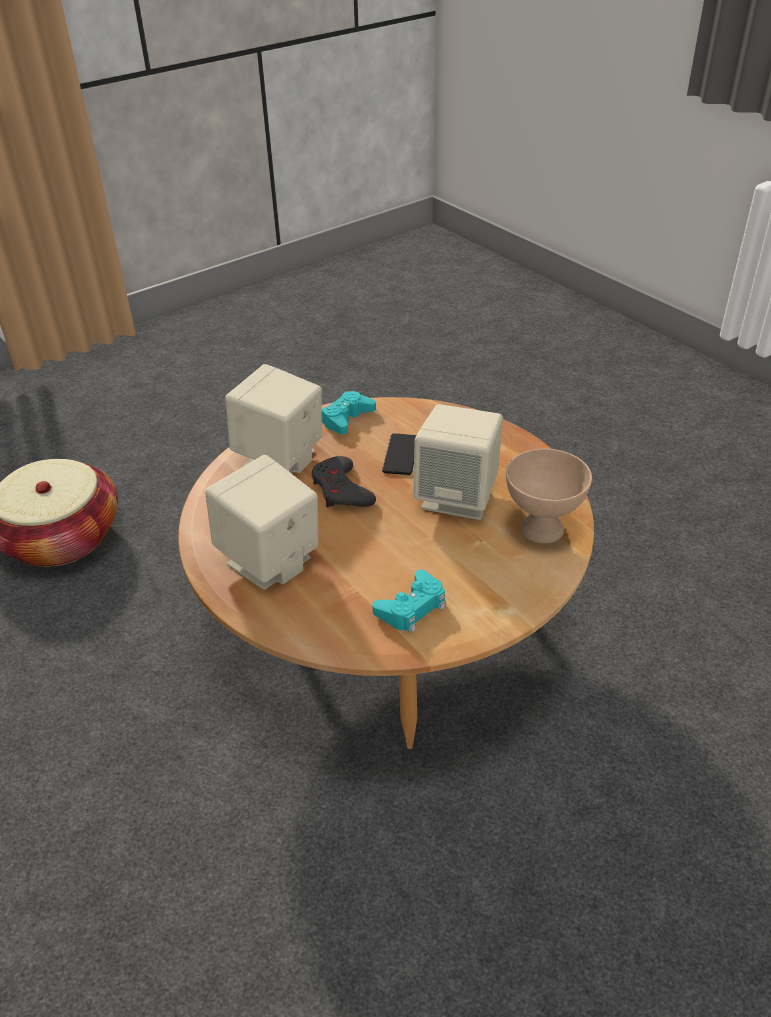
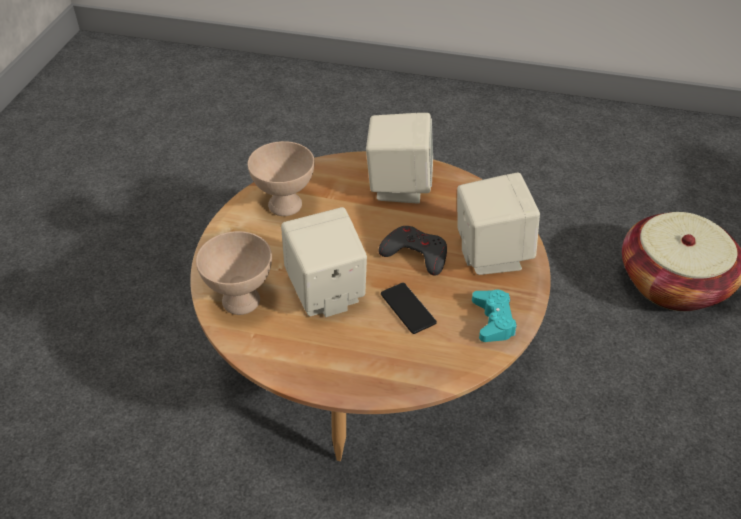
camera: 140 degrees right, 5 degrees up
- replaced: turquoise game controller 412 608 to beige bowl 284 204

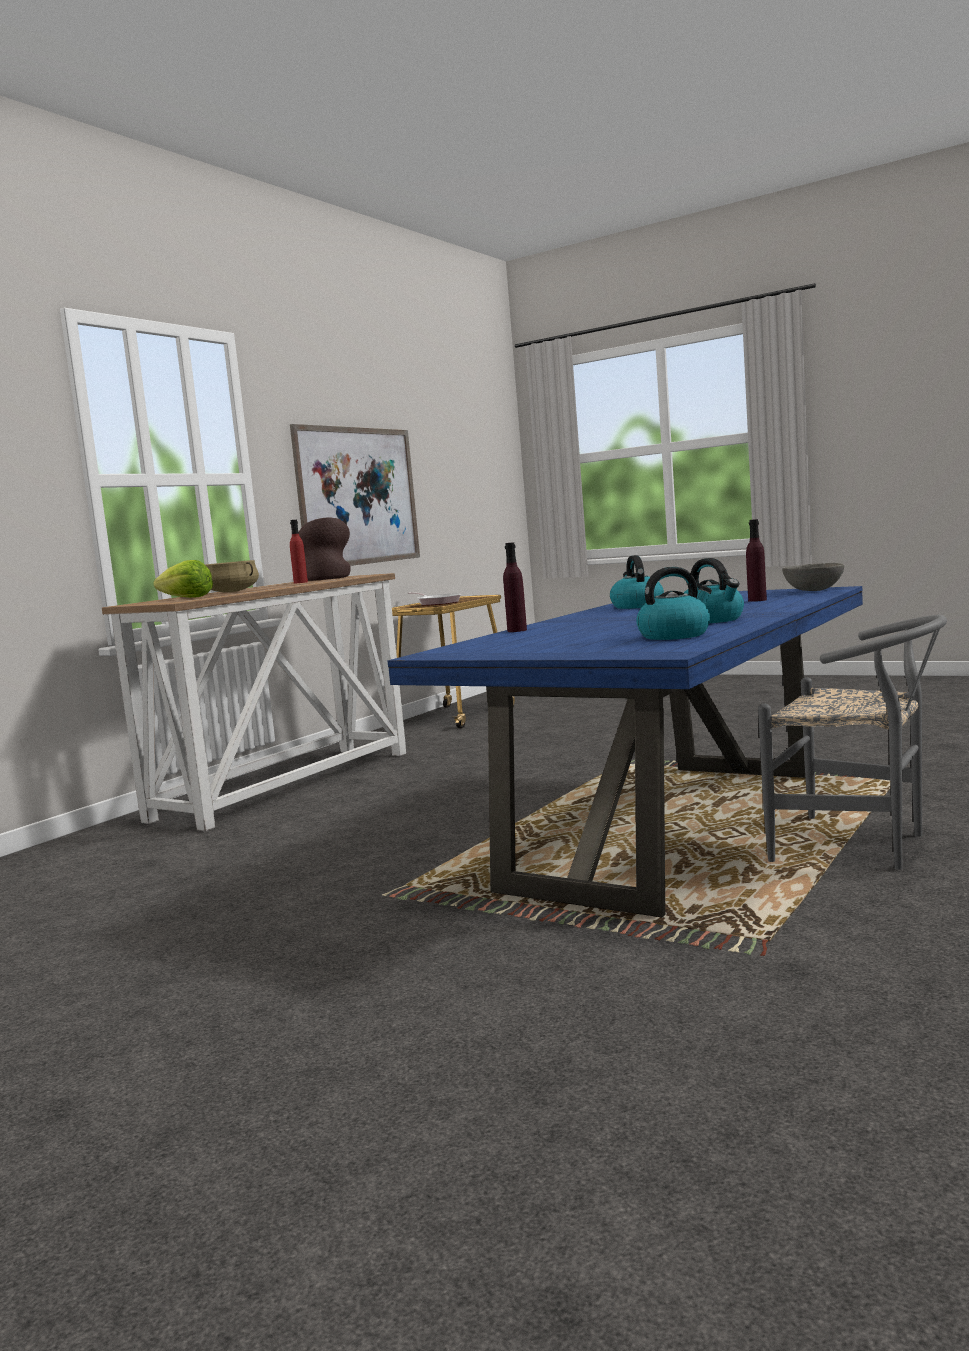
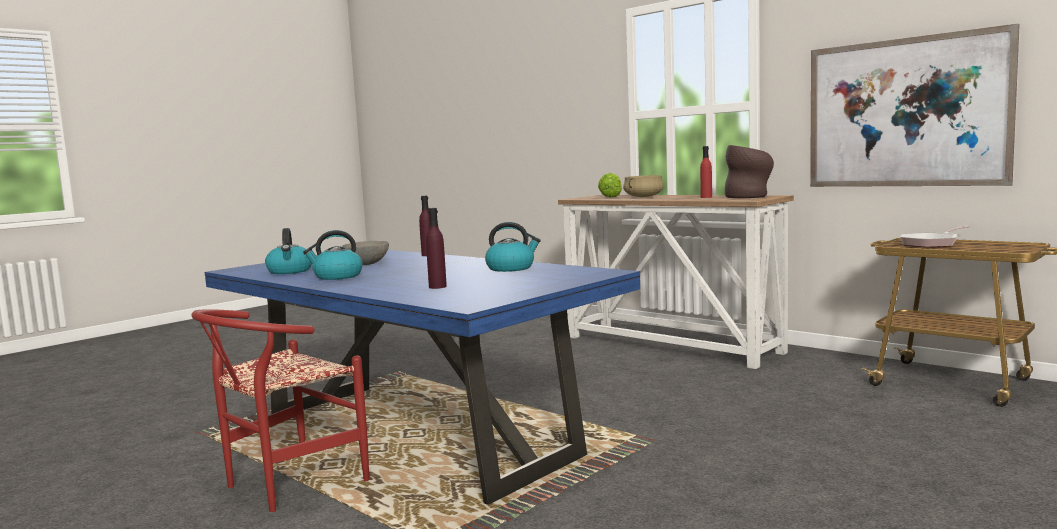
camera: 100 degrees right, 0 degrees up
- recoloured: grey chair 861 846 to red chair 285 485
- moved: grey bowl 813 590 to 367 264

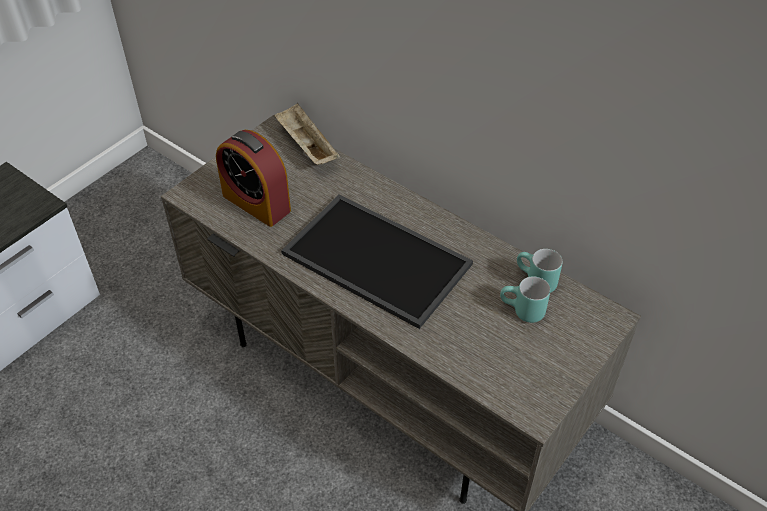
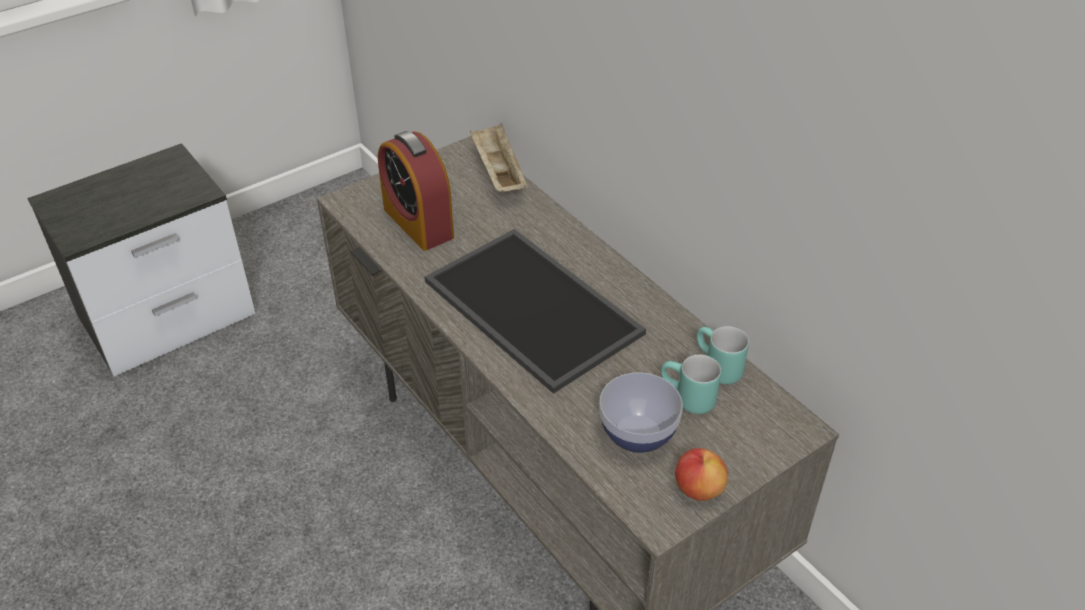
camera: 15 degrees right, 5 degrees down
- added: bowl 637 435
- added: apple 698 489

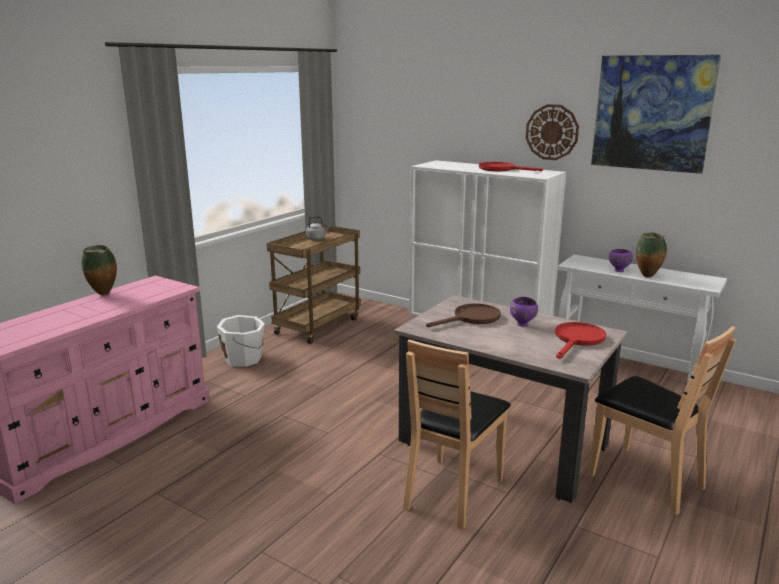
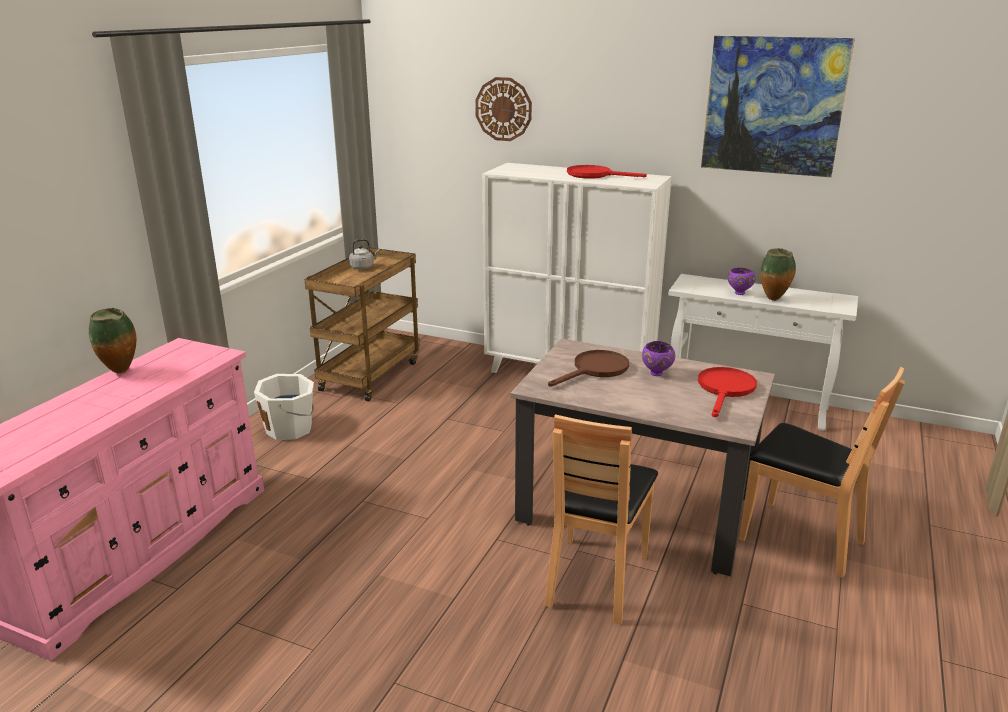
camera: 10 degrees left, 5 degrees up
- moved: wall clock 552 132 to 503 109

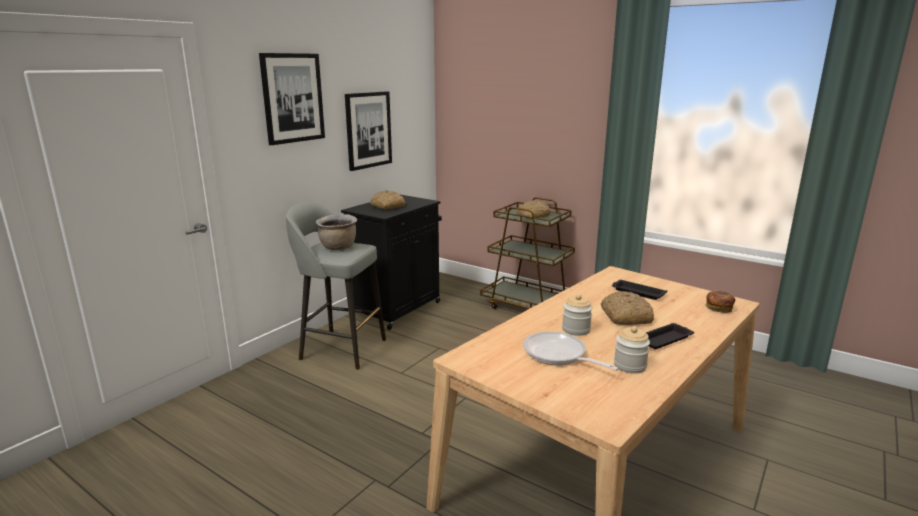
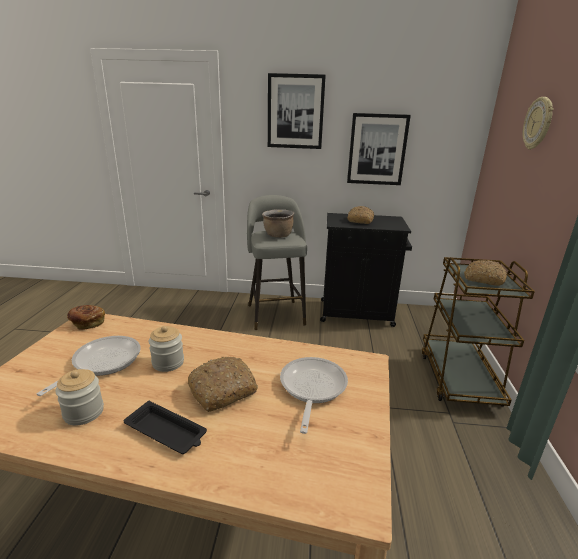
camera: 60 degrees right, 5 degrees up
- moved: bread 718 308 to 87 323
- replaced: black tray 637 292 to frying pan 311 388
- added: wall clock 538 123

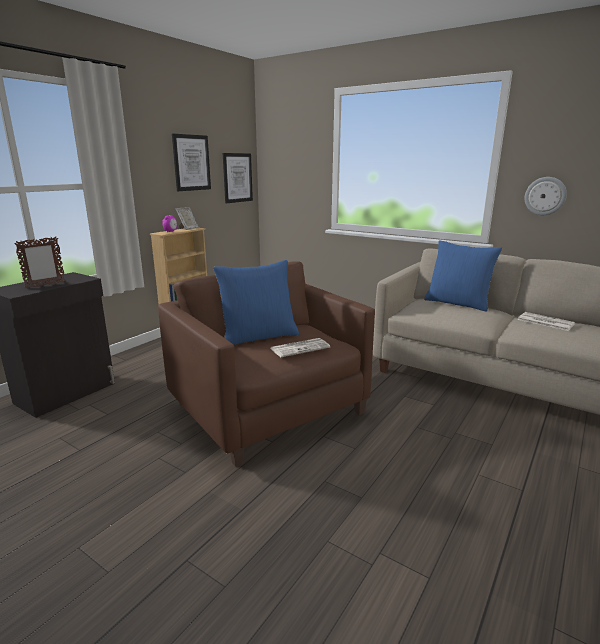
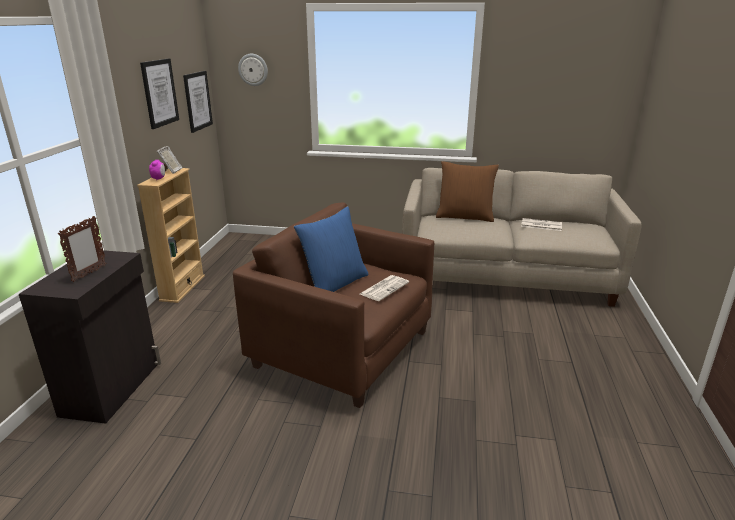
camera: 25 degrees left, 5 degrees up
- moved: wall clock 545 196 to 253 69
- recoloured: blue pillow 458 303 to brown pillow 465 217

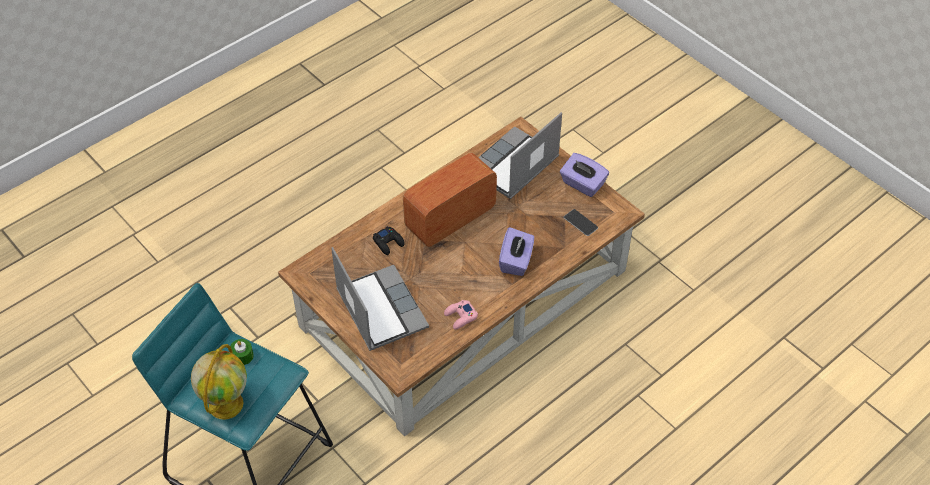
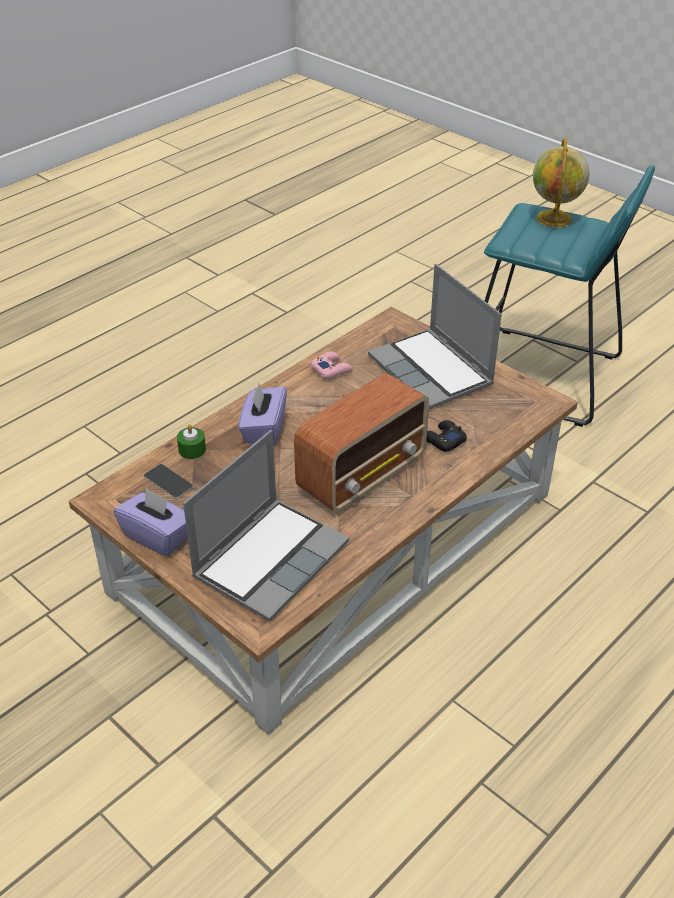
camera: 175 degrees right, 10 degrees down
- moved: green candle 242 356 to 192 449

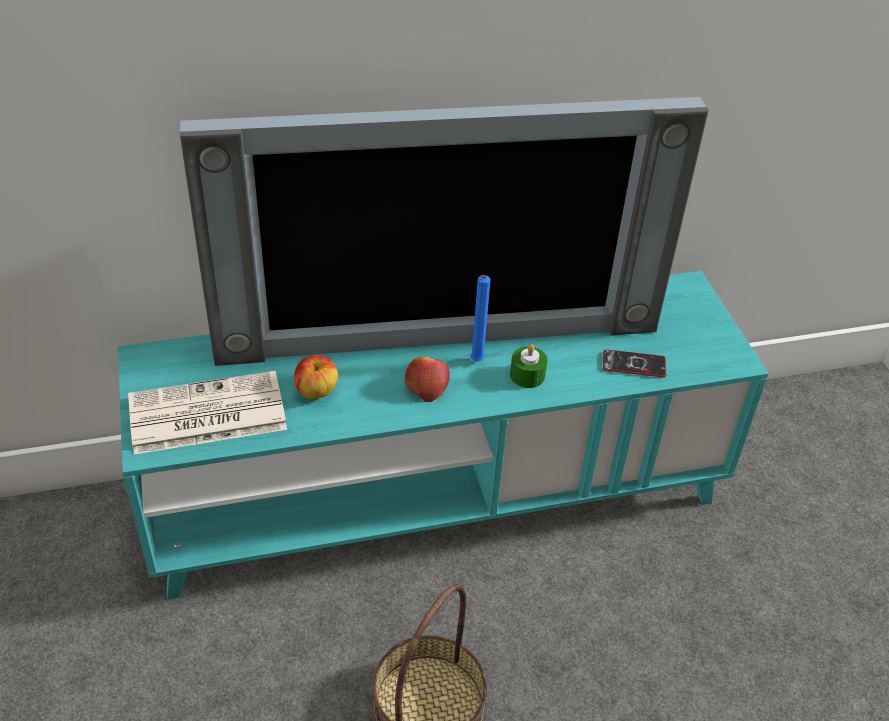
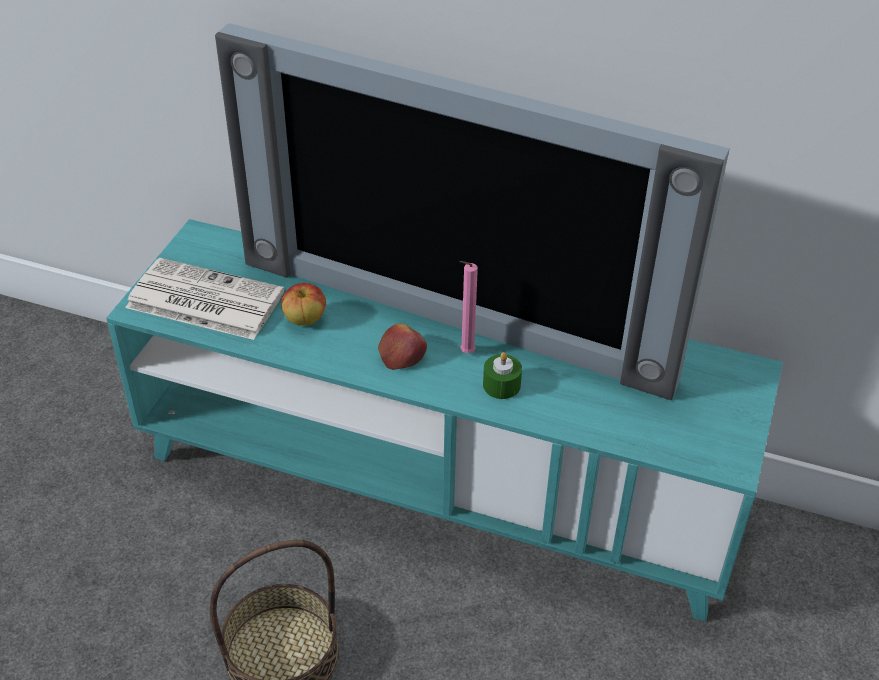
camera: 35 degrees right, 0 degrees up
- recoloured: blue candle 476 362 to pink candle 465 353
- removed: phone 634 364

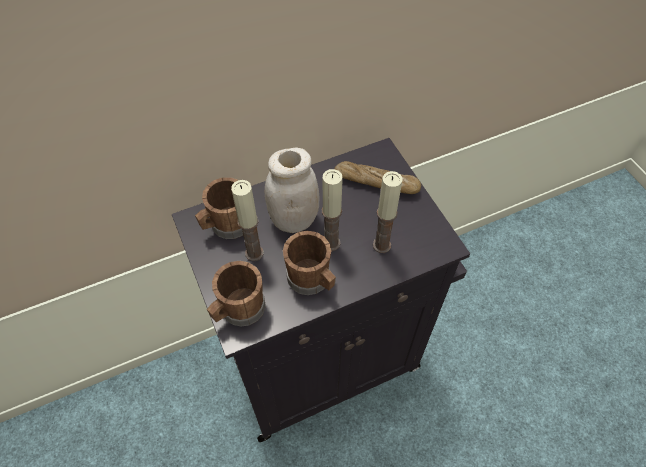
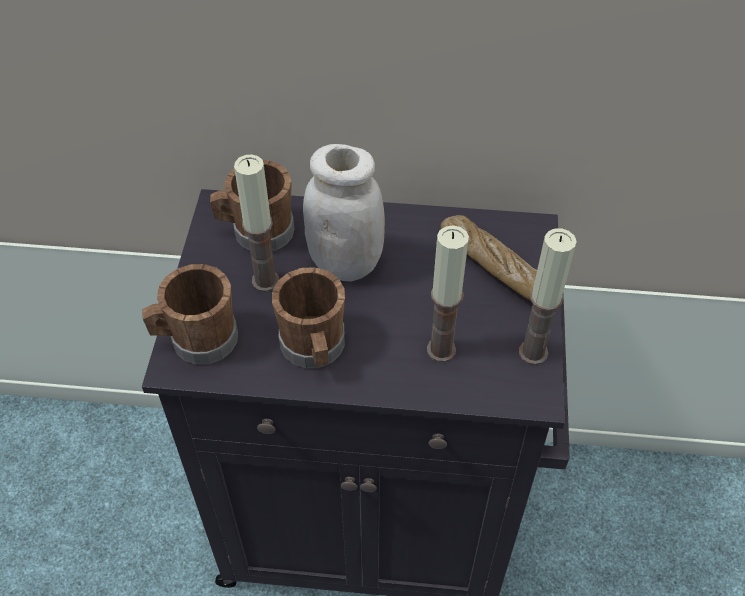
camera: 30 degrees right, 5 degrees down
- moved: candle 331 243 to 533 352

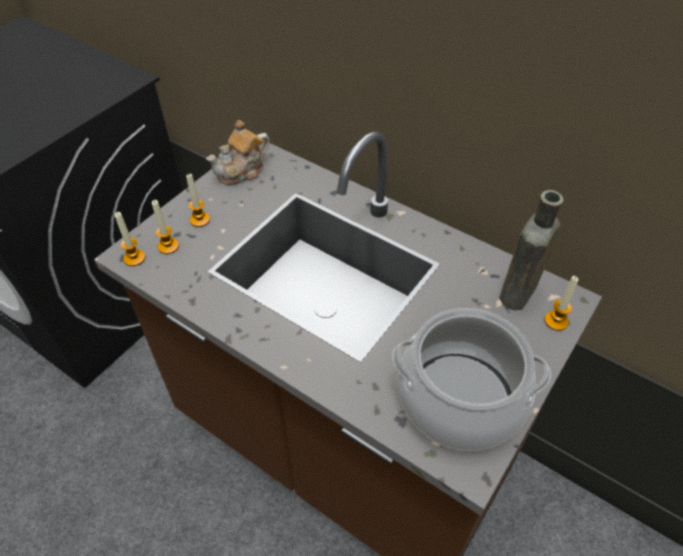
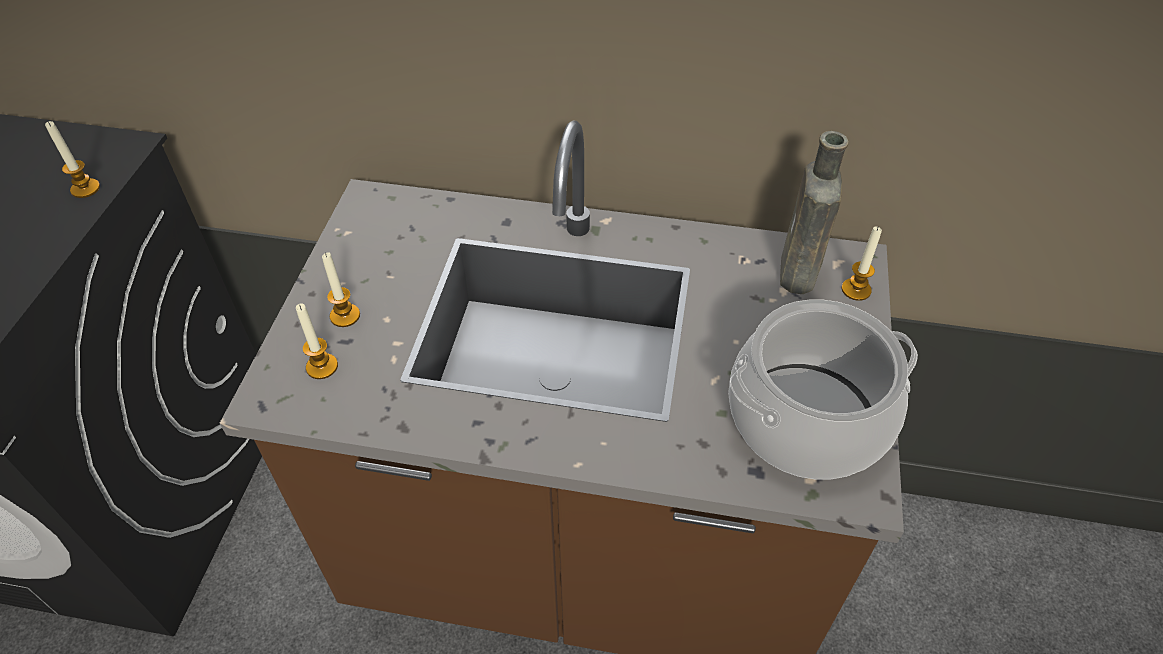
camera: 25 degrees left, 0 degrees up
- moved: candle 134 258 to 85 189
- removed: teapot 242 171

